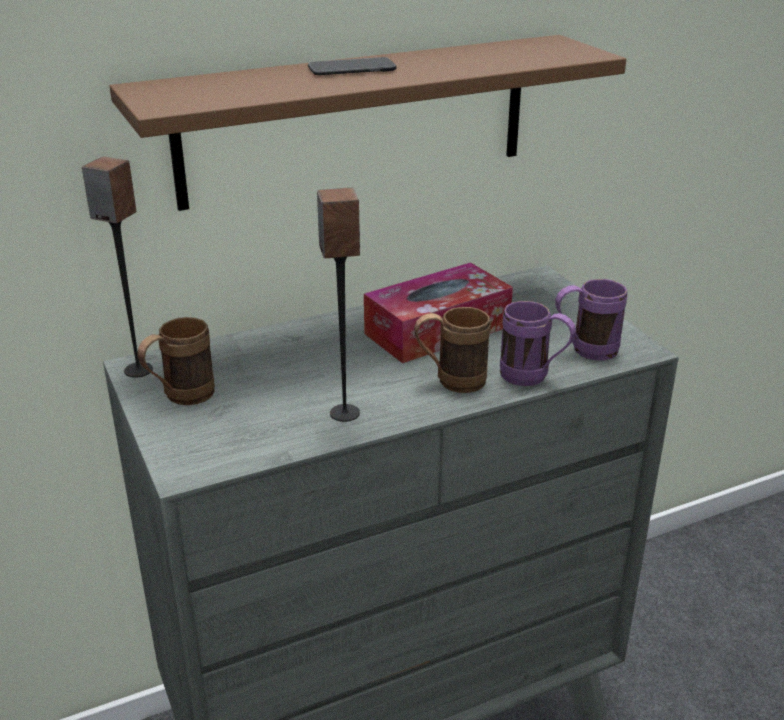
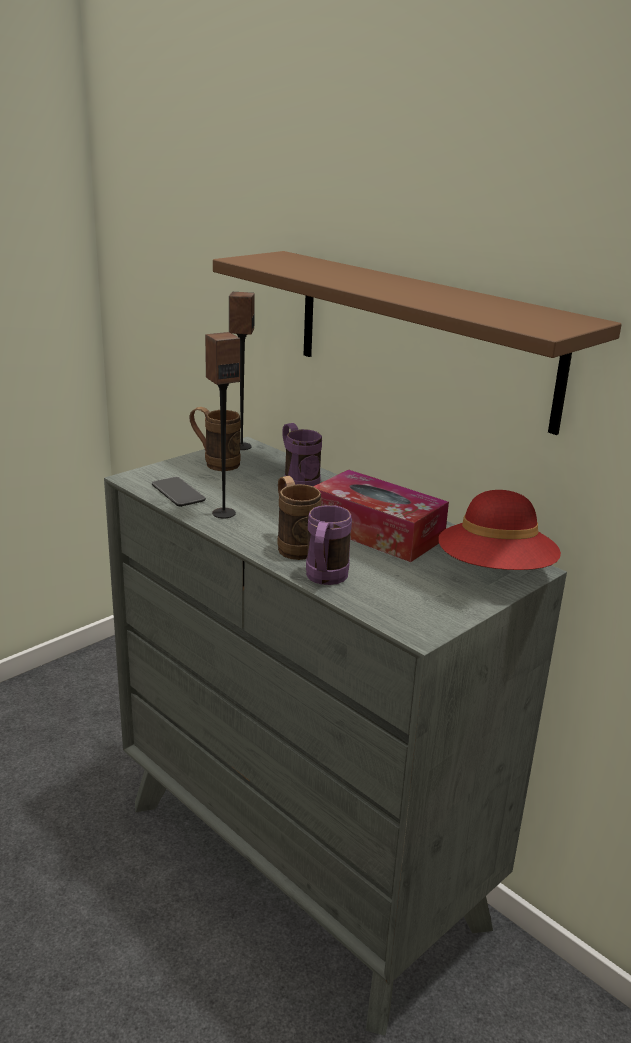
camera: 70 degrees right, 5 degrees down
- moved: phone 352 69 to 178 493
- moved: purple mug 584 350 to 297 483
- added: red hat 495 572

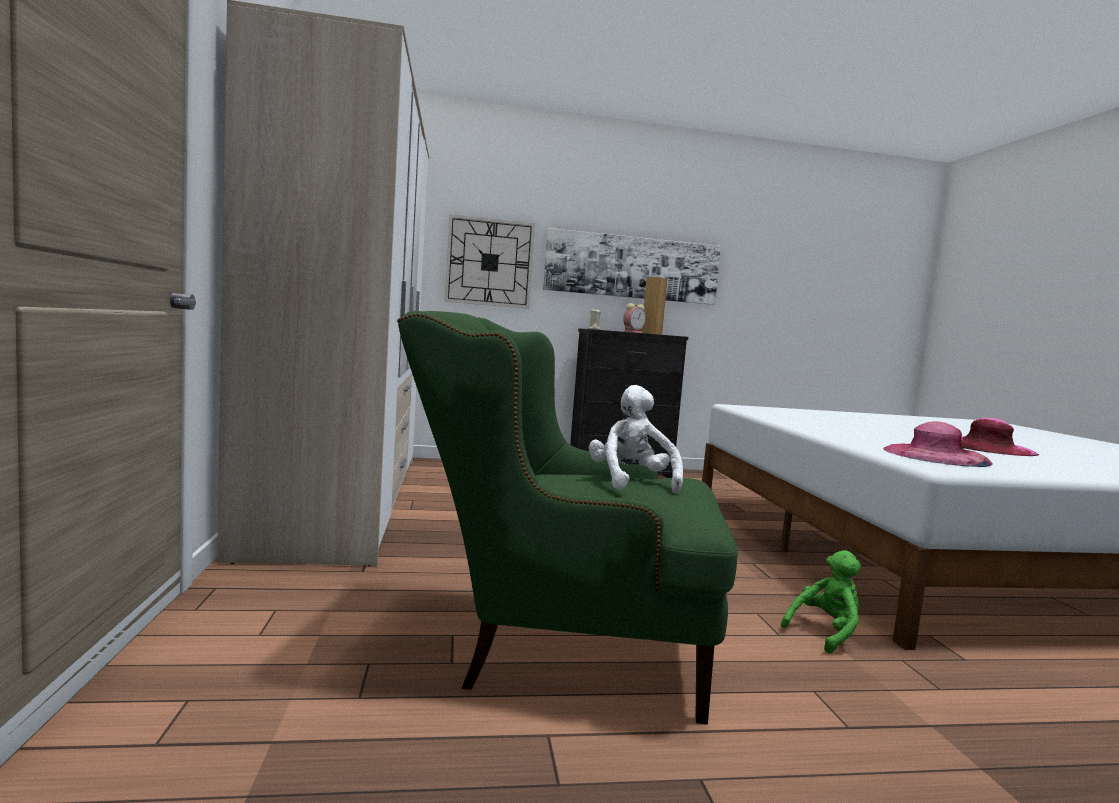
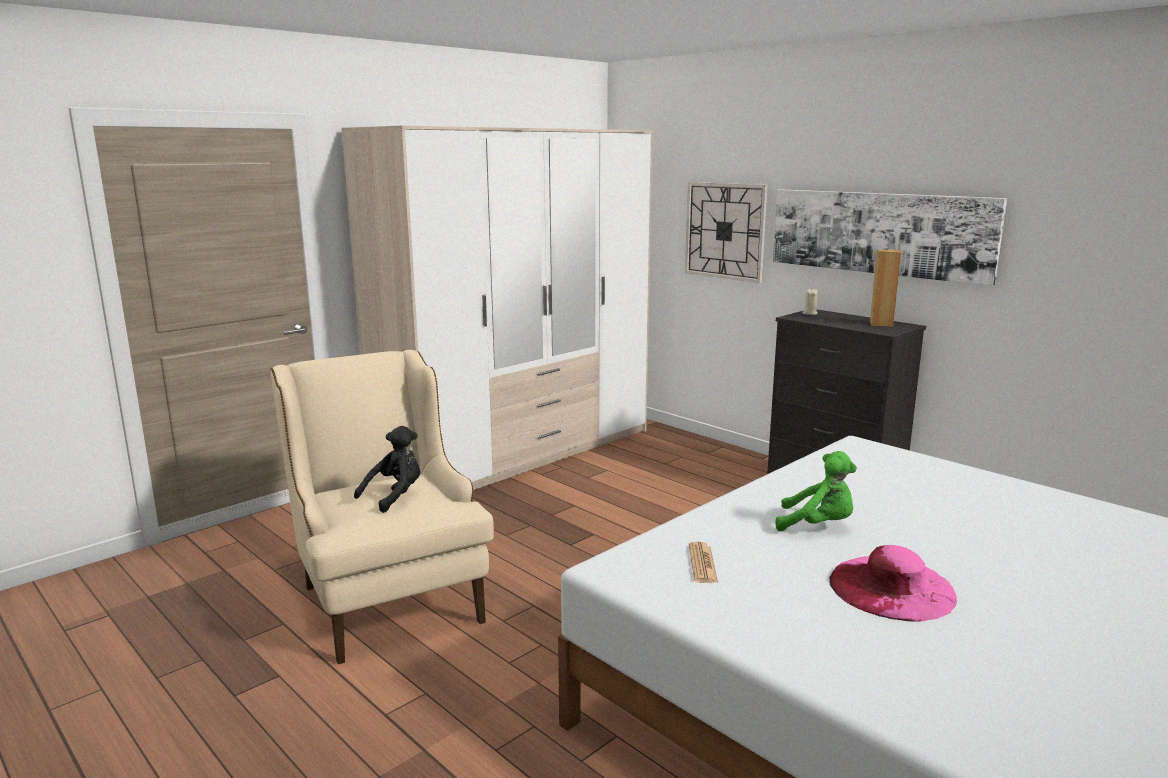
camera: 55 degrees right, 10 degrees up
- recoloured: green armchair 559 645 to beige armchair 386 594
- recoloured: white plush toy 631 482 to black plush toy 395 496
- replaced: pink hat 935 456 to newspaper 702 563
- moved: green plush toy 825 633 to 818 525
- removed: alarm clock 633 332

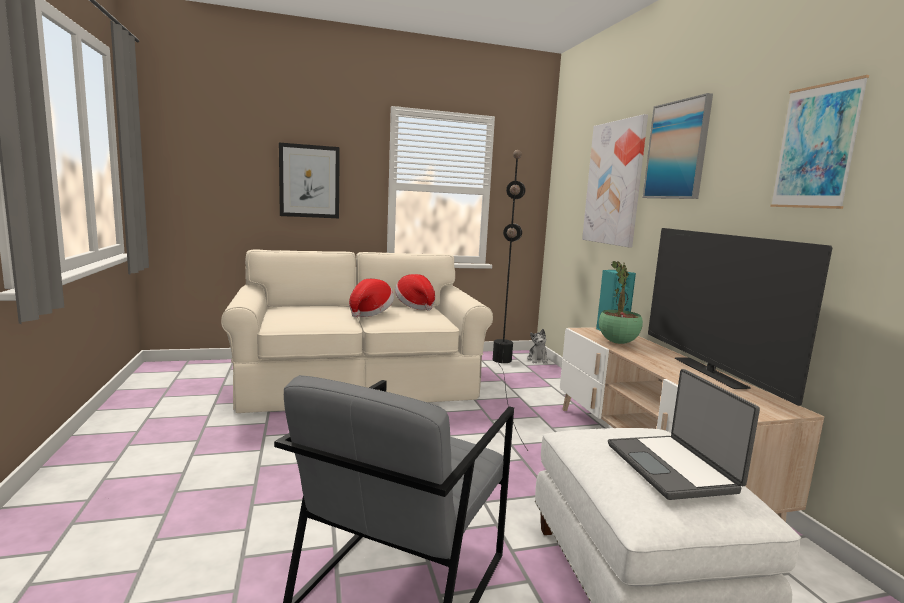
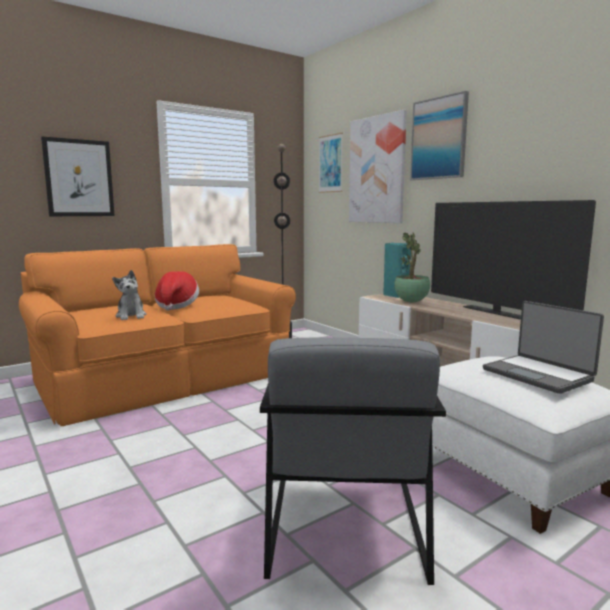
camera: 20 degrees left, 0 degrees up
- recoloured: beige sofa 359 382 to orange sofa 167 377
- moved: plush toy 537 360 to 131 316
- moved: picture 816 147 to 330 163
- removed: hat 415 306

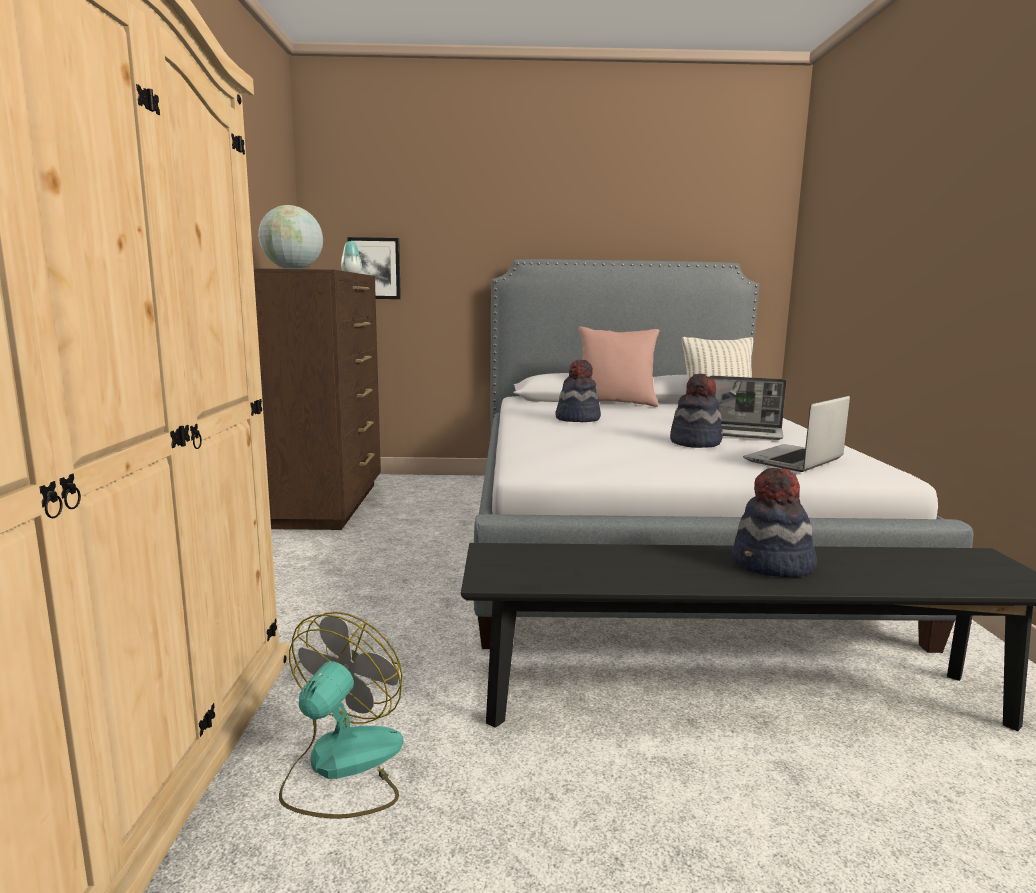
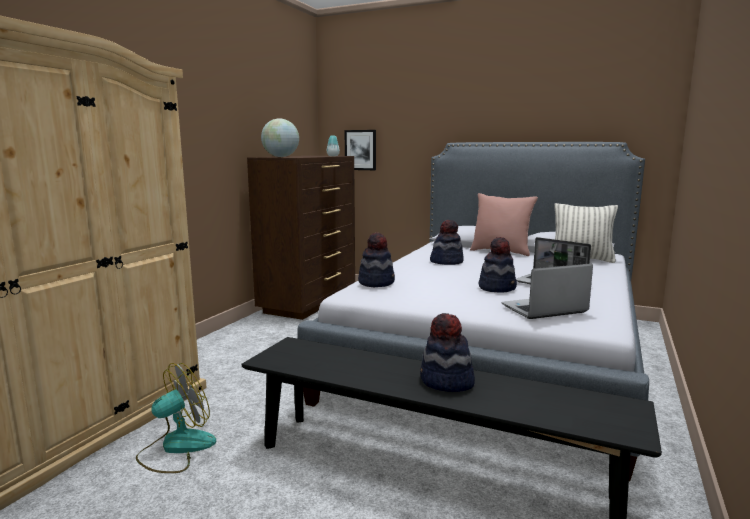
camera: 25 degrees right, 0 degrees up
- added: hat 376 282

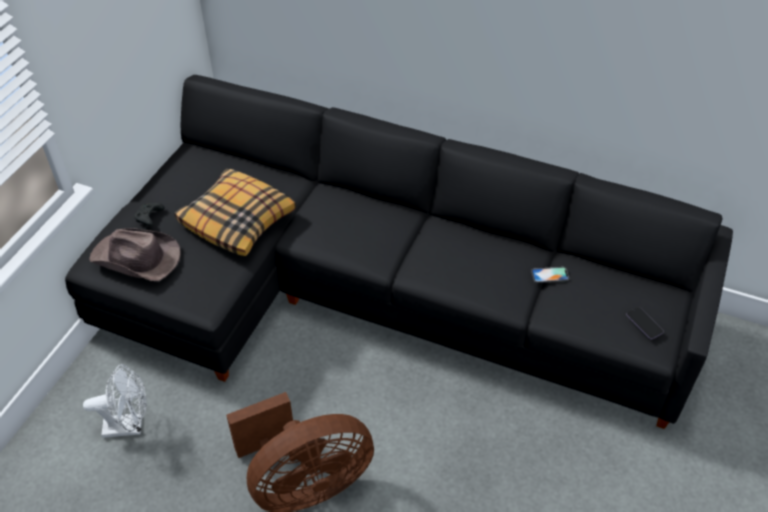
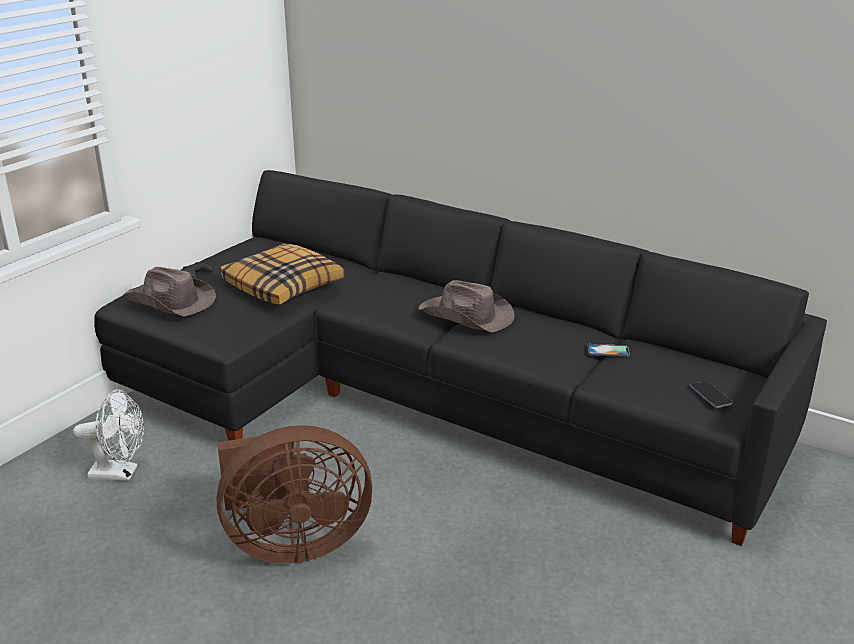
camera: 10 degrees right, 20 degrees down
- added: brown hat 467 316

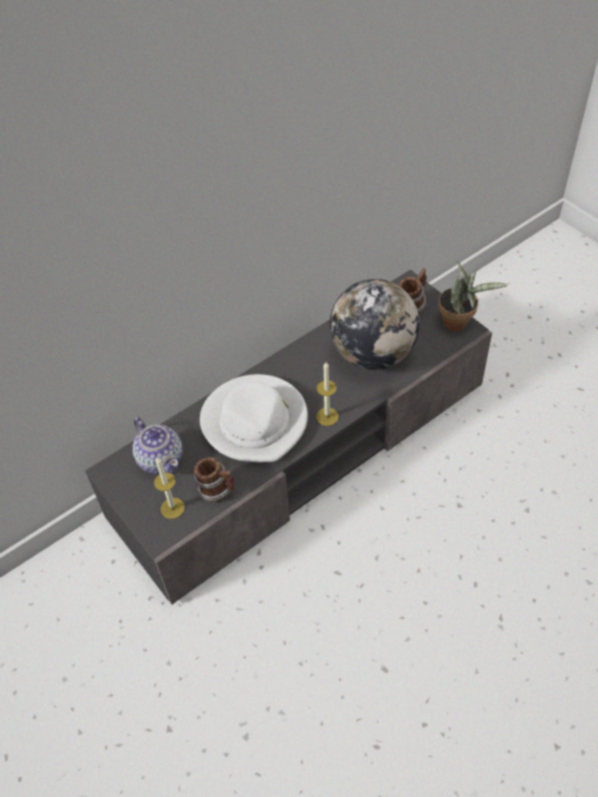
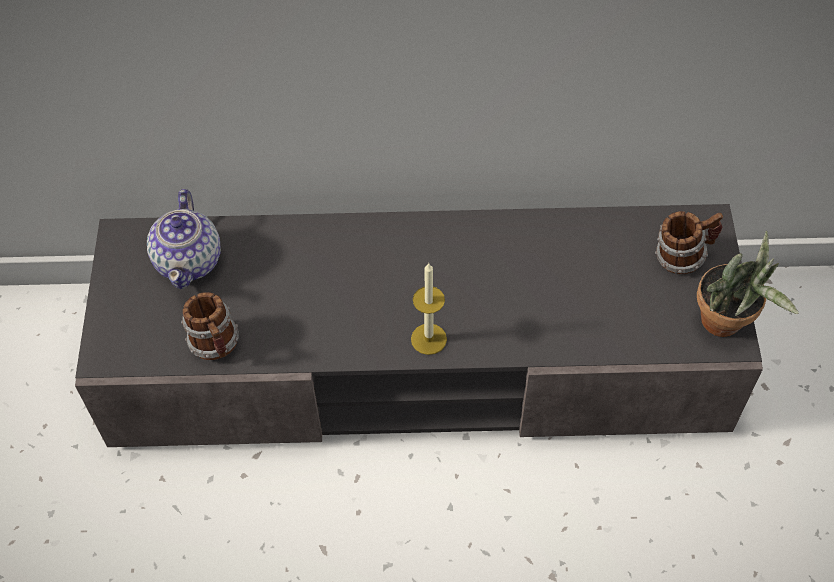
camera: 35 degrees right, 5 degrees up
- removed: candle 172 508
- removed: white hat 255 421
- removed: globe 373 354

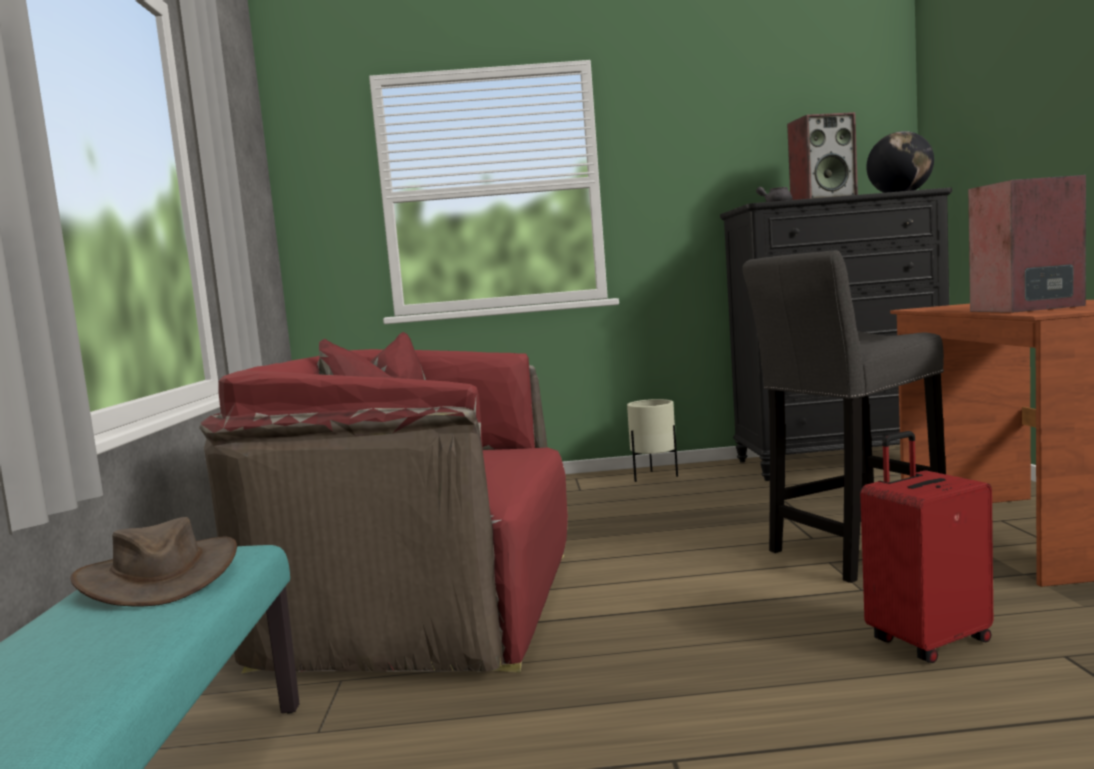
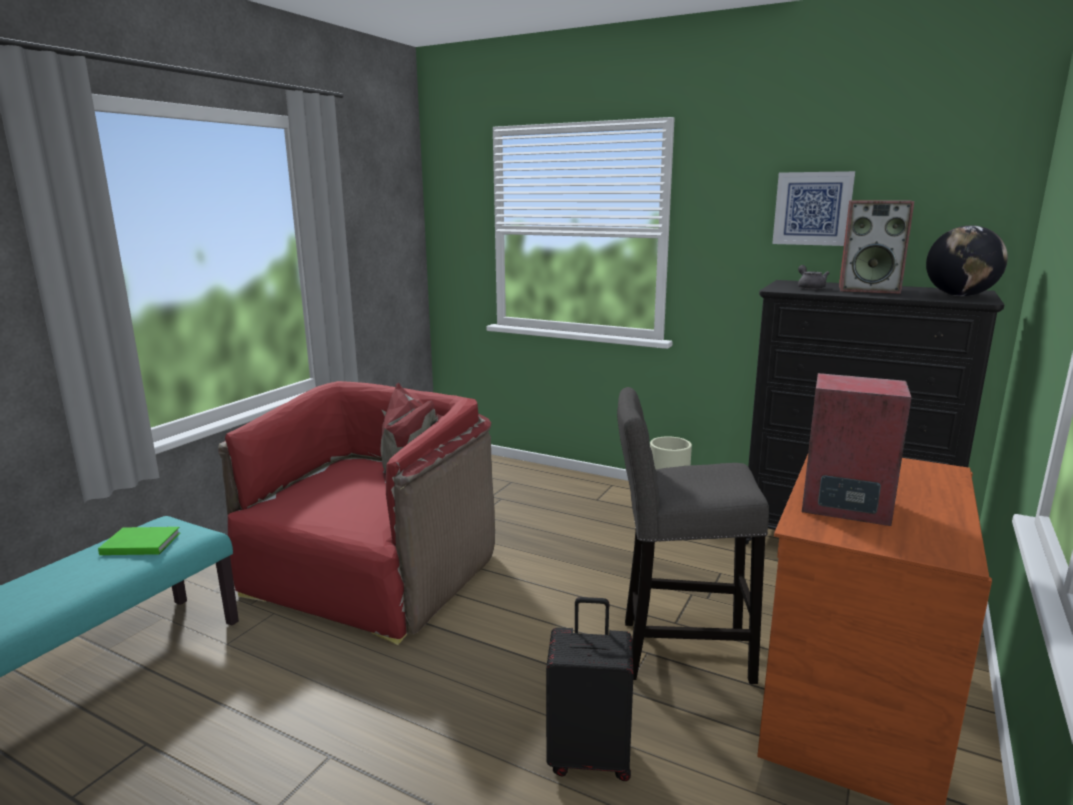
camera: 30 degrees right, 10 degrees up
- replaced: brown hat 159 577 to green book 139 543
- turned: red armchair 423 605 = 372 573 75 degrees clockwise
- recoloured: red suitcase 926 640 to black suitcase 589 756
- added: picture 812 208

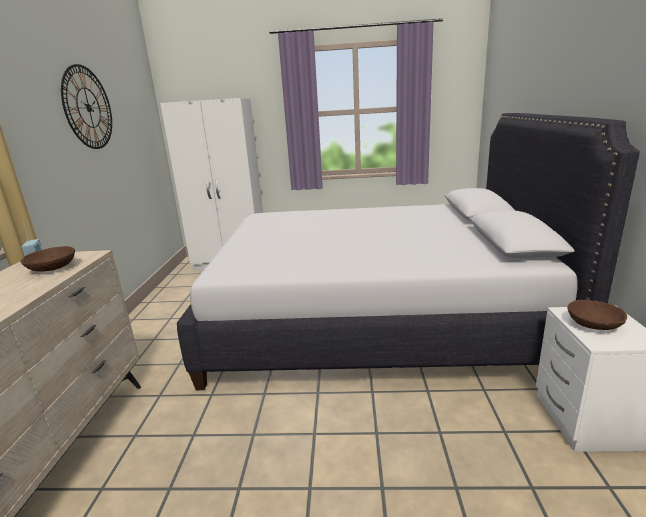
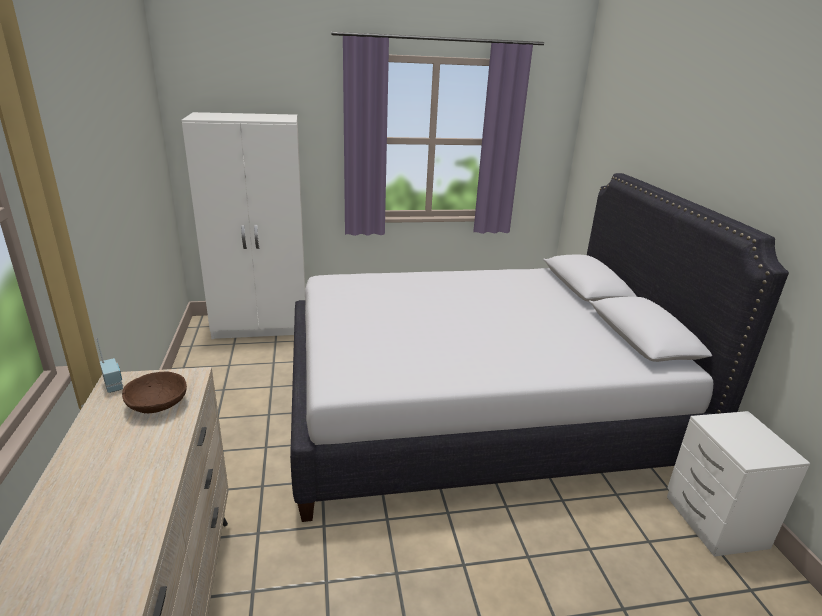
camera: 15 degrees left, 5 degrees up
- removed: wall clock 88 108
- removed: brown bowl 593 325

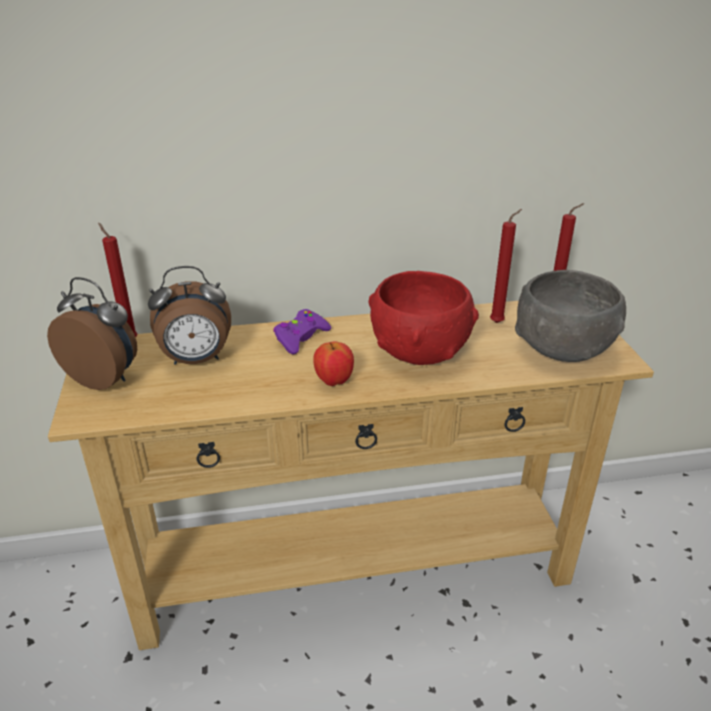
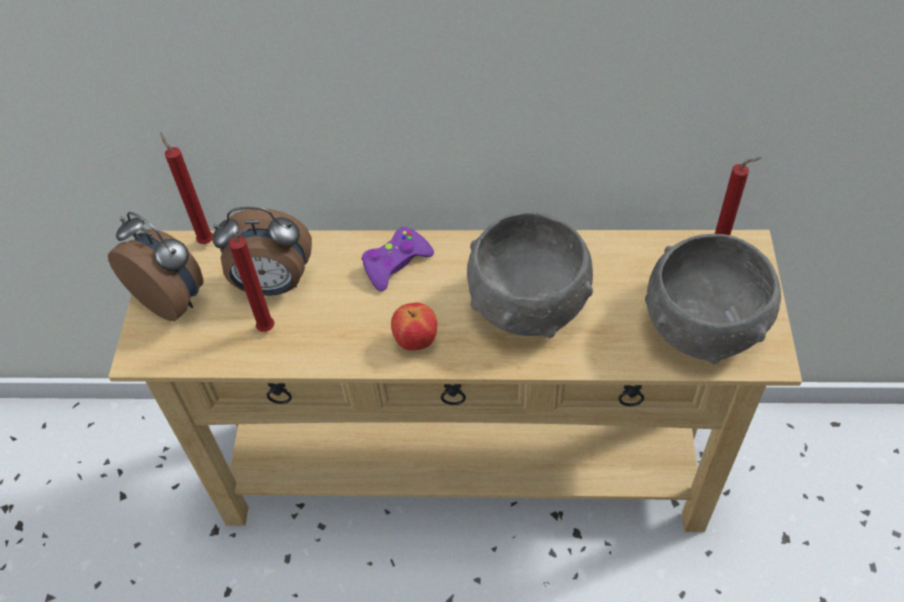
camera: 15 degrees right, 20 degrees up
- moved: red candle 498 322 to 269 328
- recoloured: red bowl 419 350 to grey bowl 528 304

